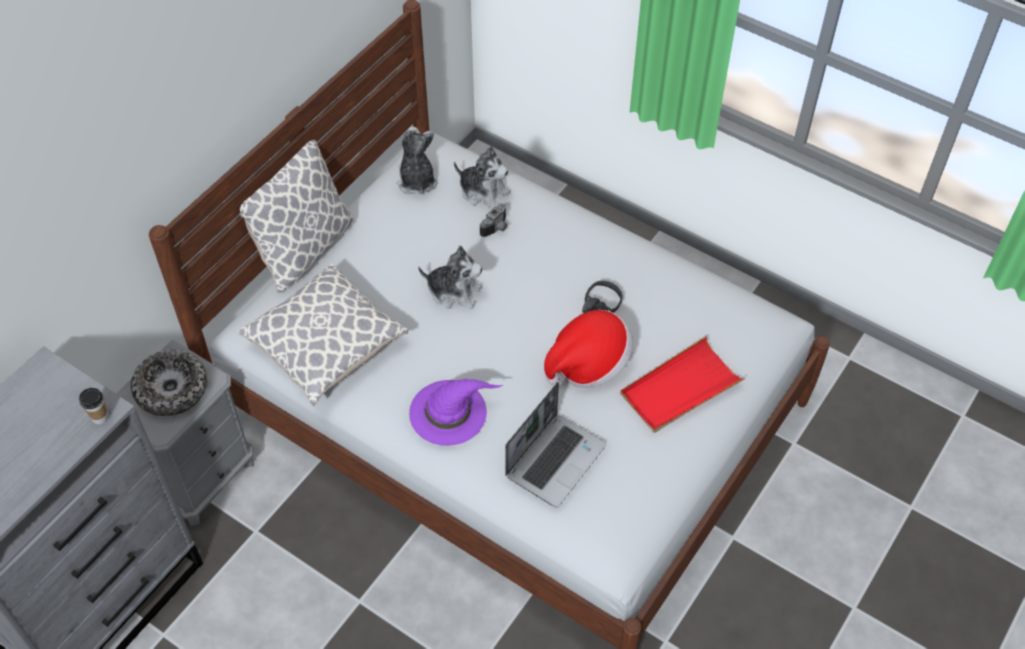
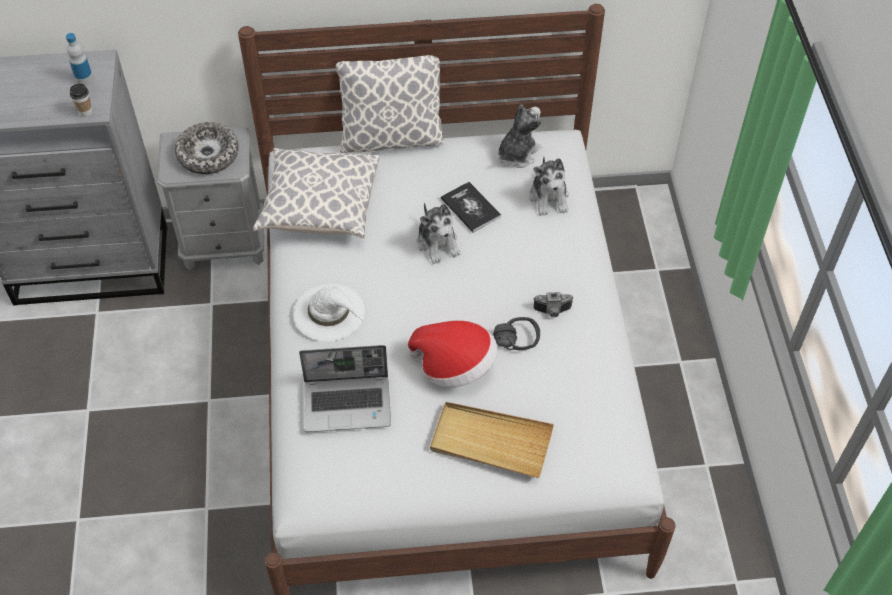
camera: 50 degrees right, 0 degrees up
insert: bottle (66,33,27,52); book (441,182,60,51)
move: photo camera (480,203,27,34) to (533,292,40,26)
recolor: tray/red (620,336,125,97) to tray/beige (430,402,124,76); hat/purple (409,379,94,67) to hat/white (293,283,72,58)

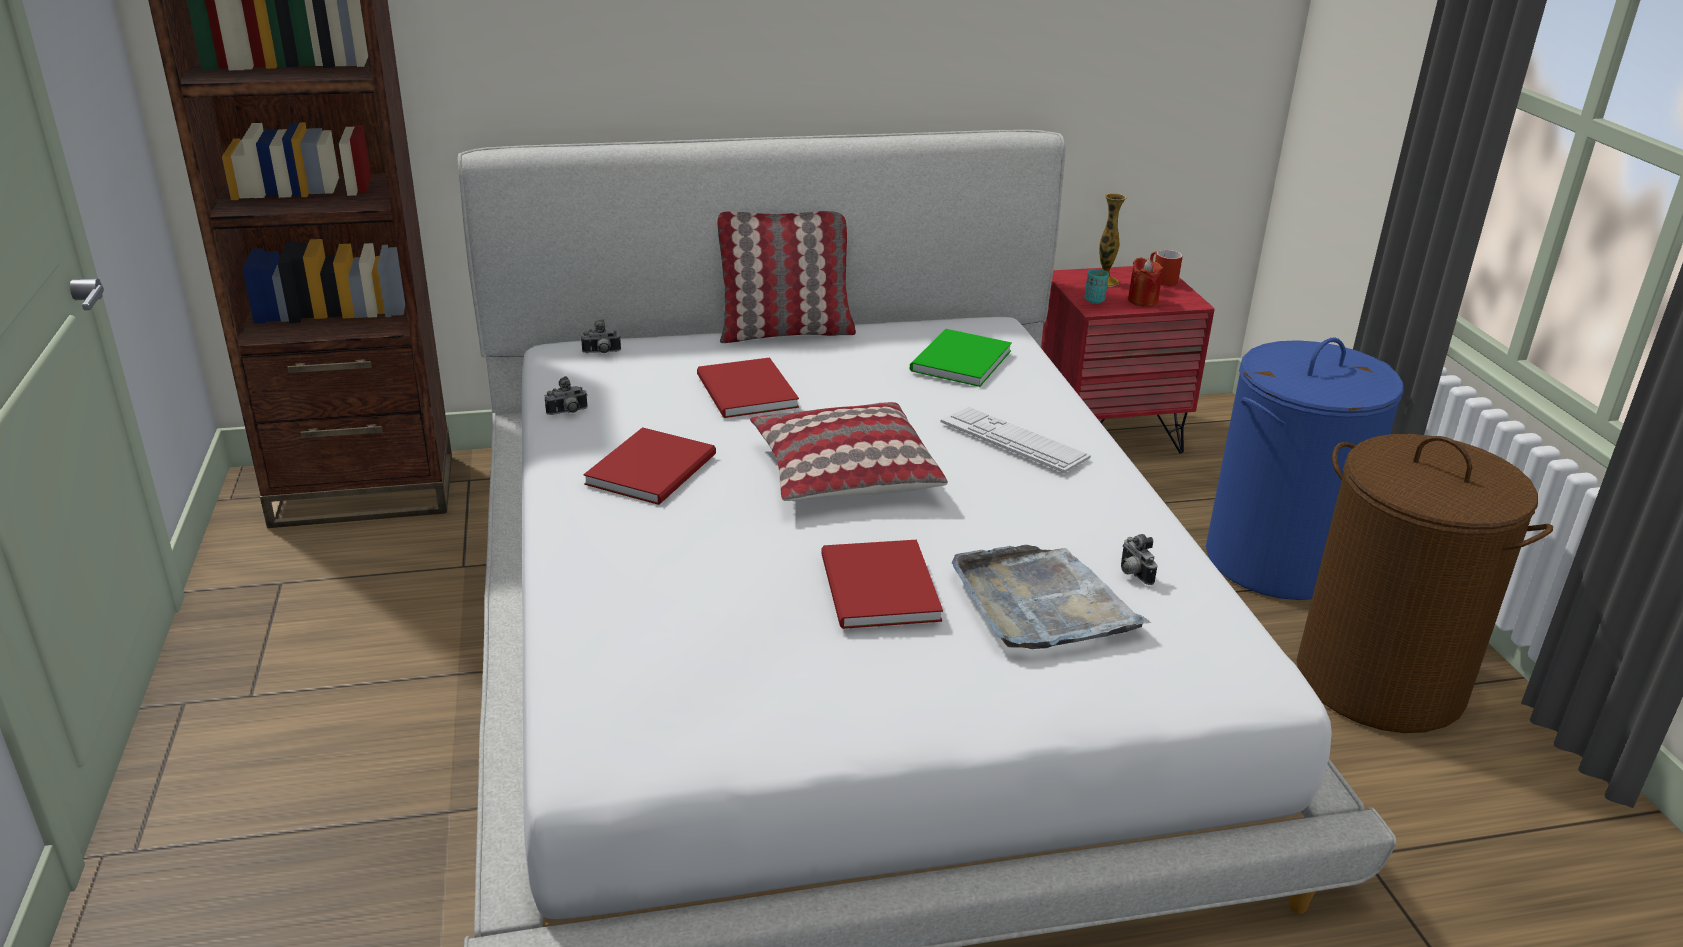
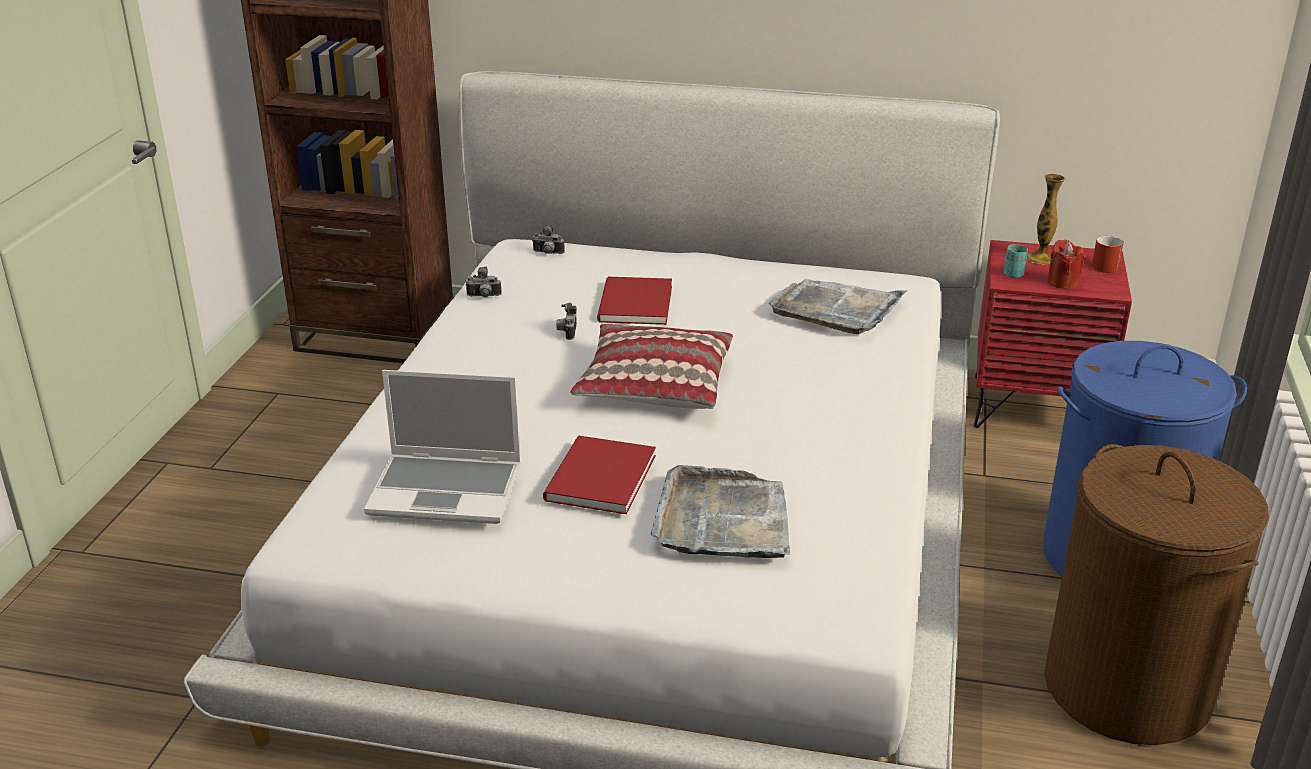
camera: 25 degrees right, 0 degrees up
delete: pillow (718,211,138,132); keyboard (940,407,151,66); book/red (583,427,133,78)
insert: laptop (364,370,157,154)
move: photo camera (1121,534,36,51) to (556,303,21,37)
replace: book/green (910,329,102,58) to tray/grey (768,279,139,56)

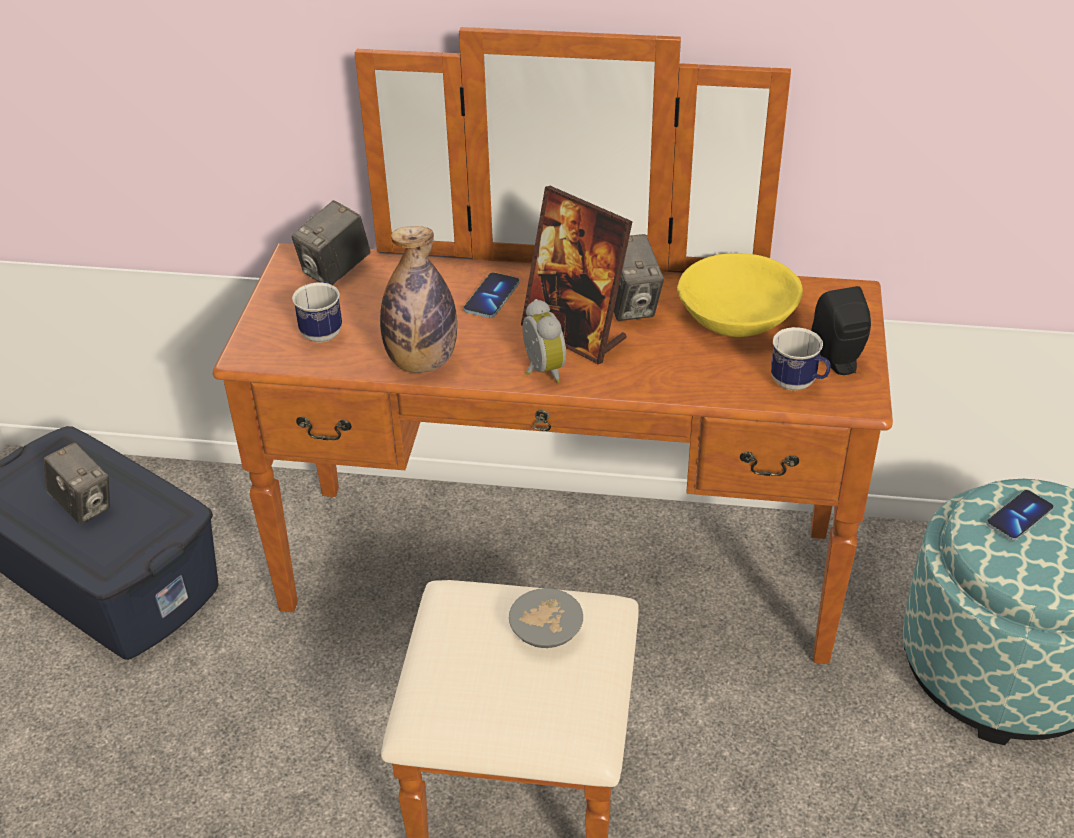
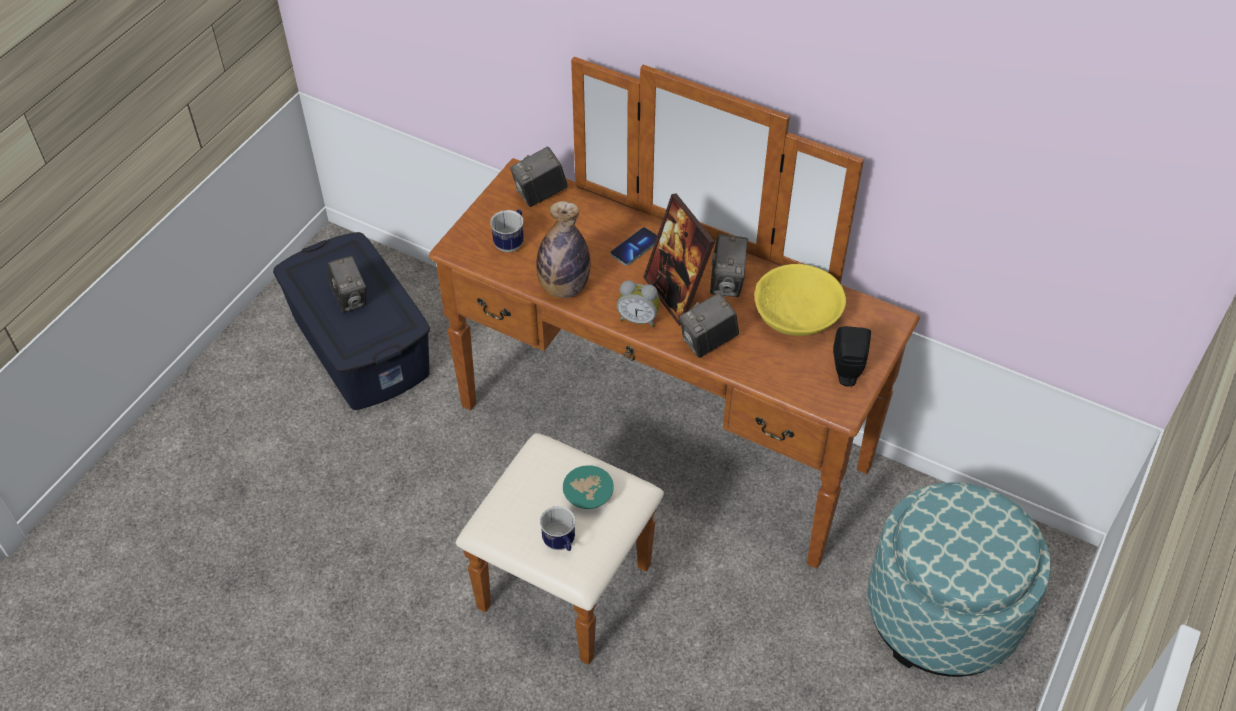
camera: 20 degrees right, 10 degrees up
delete: phone (987,490,67,51)
insert: photo camera (679,292,60,66)
move: mug (771,327,60,64) to (540,506,35,45)
recolor: bowl/grey (509,588,74,60) to bowl/turquoise (563,465,51,44)
rotate: alarm clock (522,299,44,84) = (617,280,43,47) 105 degrees clockwise

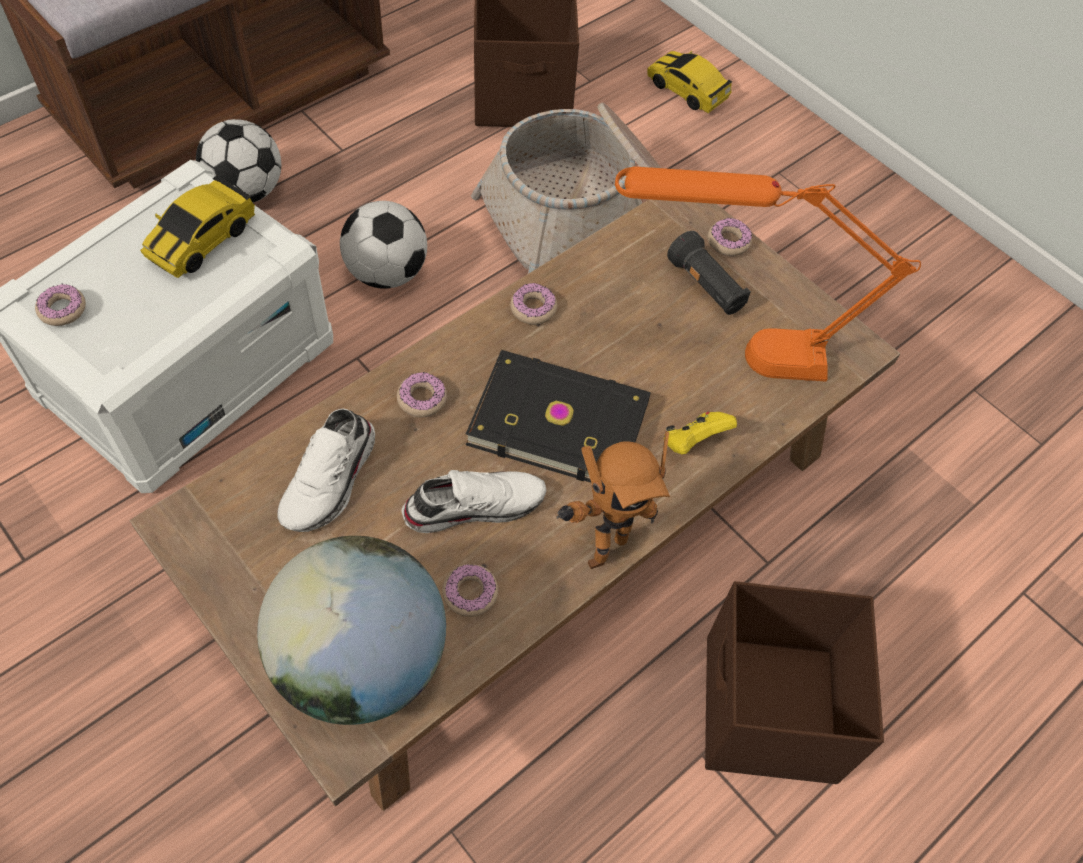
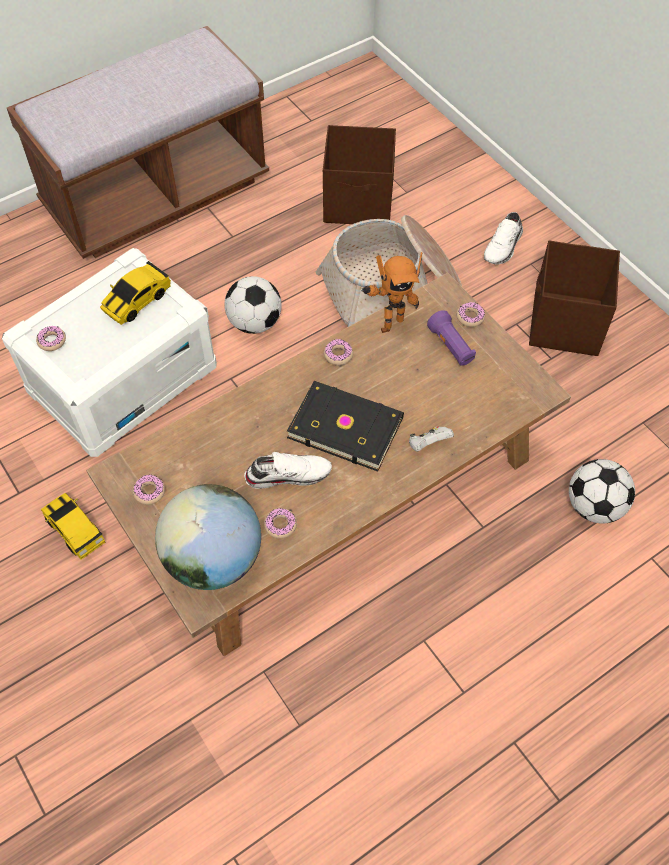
camera: 10 degrees right, 0 degrees up
delete: table lamp/orange (615,167,306,215)
move: toy car (647,51,86,62) to (41,493,64,67); football (196,119,85,84) to (569,459,66,64); donut (397,372,50,45) to (132,475,33,30); shoe/white (277,409,98,123) to (484,212,39,53); toy robot (557,431,113,138) to (361,252,62,81); storage box/brown (705,581,179,203) to (529,240,91,116)
recolor: flashlight/black (667,231,84,84) to flashlight/purple (427,310,49,56); game controller/yellow (664,412,73,42) to game controller/white (409,426,45,25)

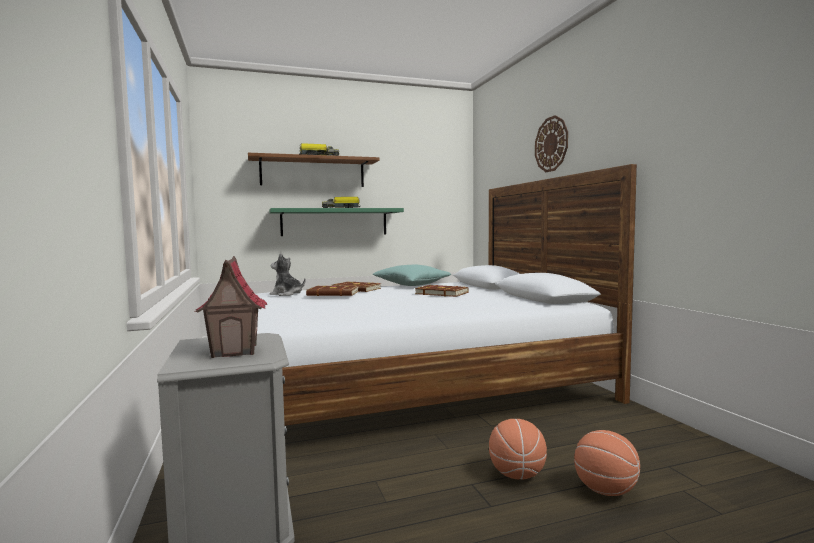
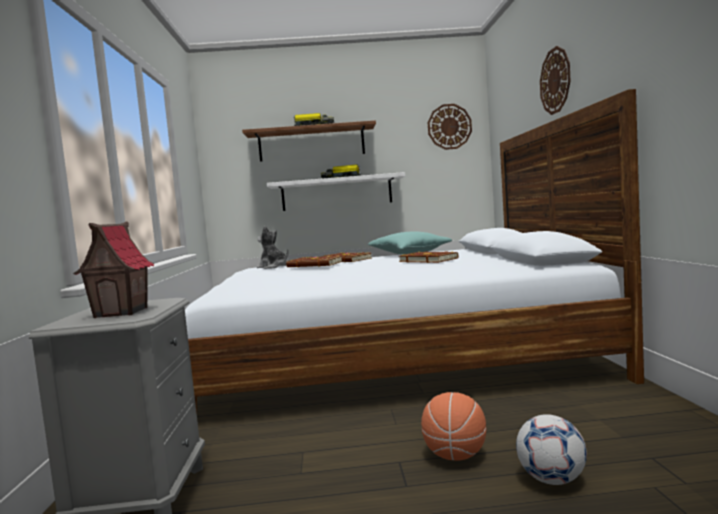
camera: 15 degrees right, 0 degrees up
insert: wall clock (428,104,44,46)
replace: basketball (574,430,66,66) to football (516,414,71,71)
recolor: shelf/green (269,208,135,28) to shelf/white (267,172,138,39)

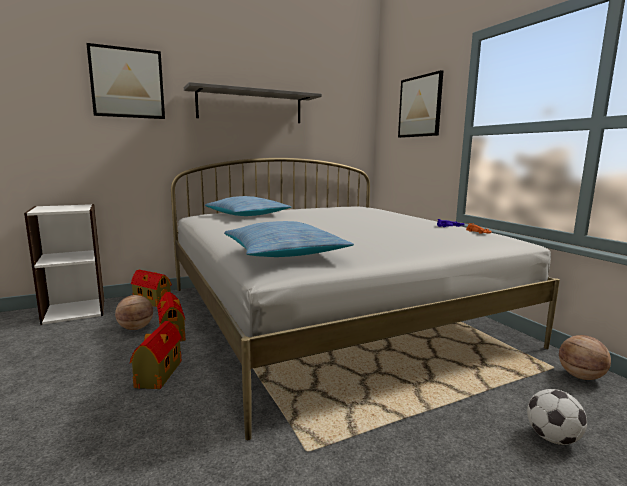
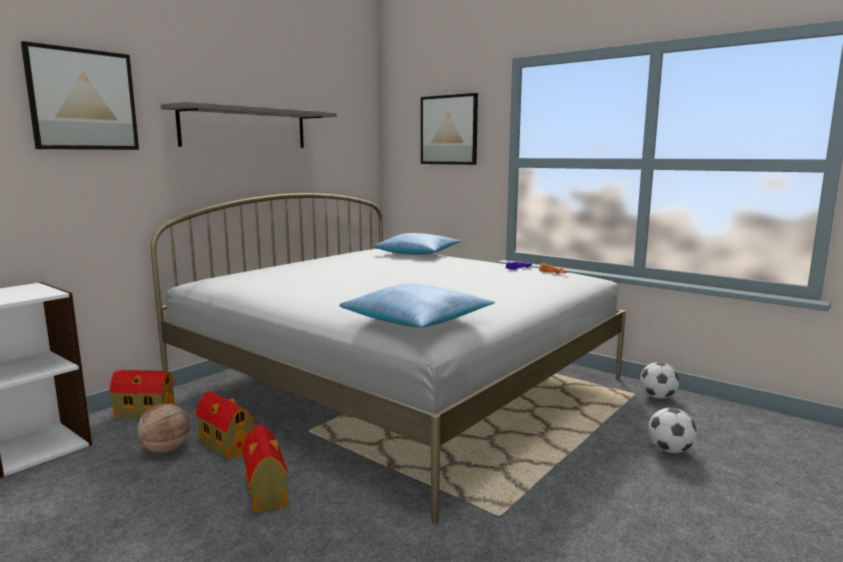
camera: 25 degrees left, 0 degrees up
move: pillow (205,196,87,20) to (373,233,88,22)
replace: basketball (559,335,52,45) to football (640,362,39,37)

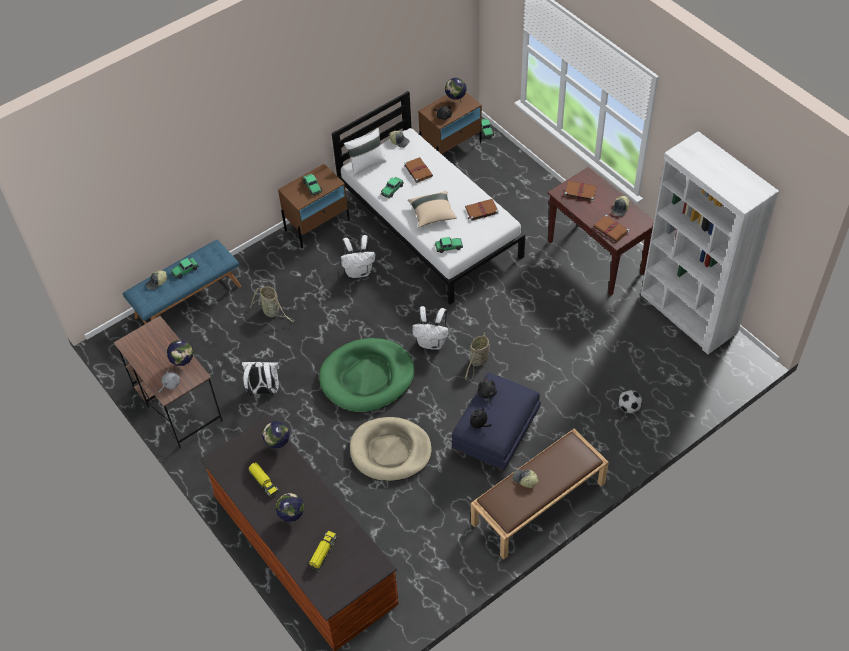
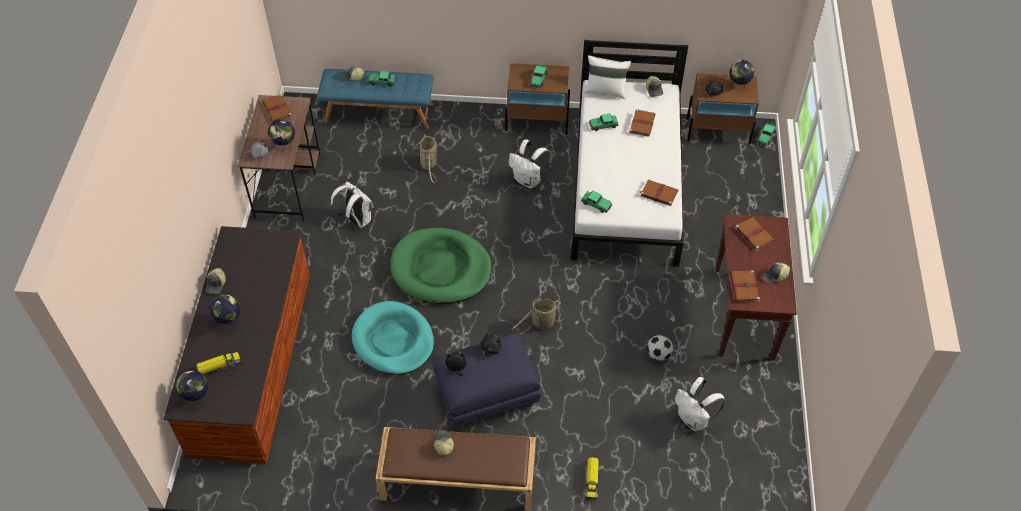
camera: 40 degrees right, 0 degrees up
delete: bookcase/white (641,131,138,223); pillow/beige (408,191,49,37)
insert: book/brown (263,94,29,28); cap (206,268,20,26)
move: backpack/white (412,306,37,44) to (675,377,50,54); football (618,390,24,23) to (647,335,26,26); globe (262,421,28,30) to (176,370,32,34); toy truck (249,462,30,35) to (585,457,14,43)
recolor: dog bed/beige (350,417,82,64) to dog bed/turquoise (352,301,82,74)

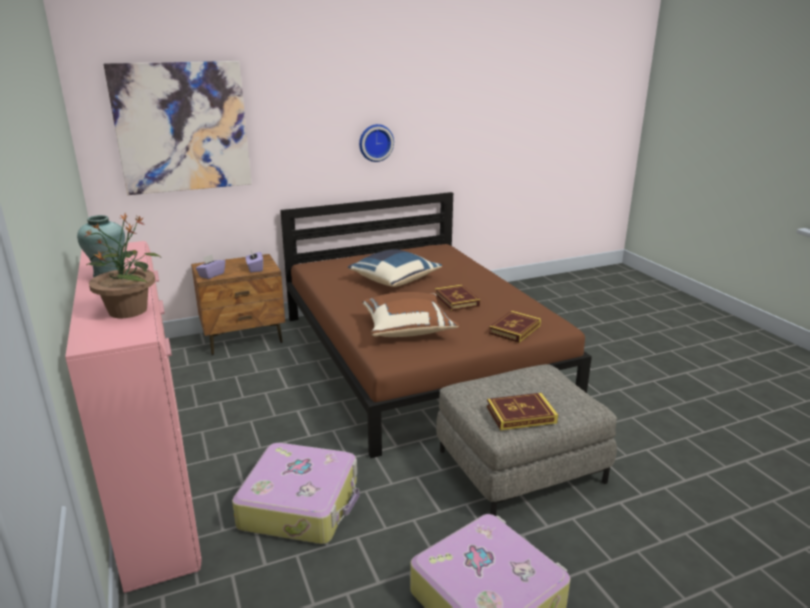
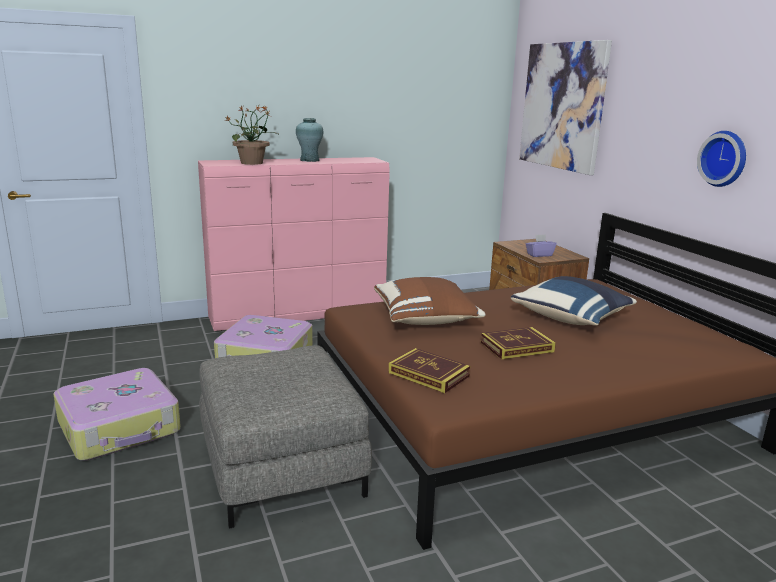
camera: 90 degrees right, 5 degrees down
delete: tissue box/purple (196,254,29,25); book (487,393,71,38)

